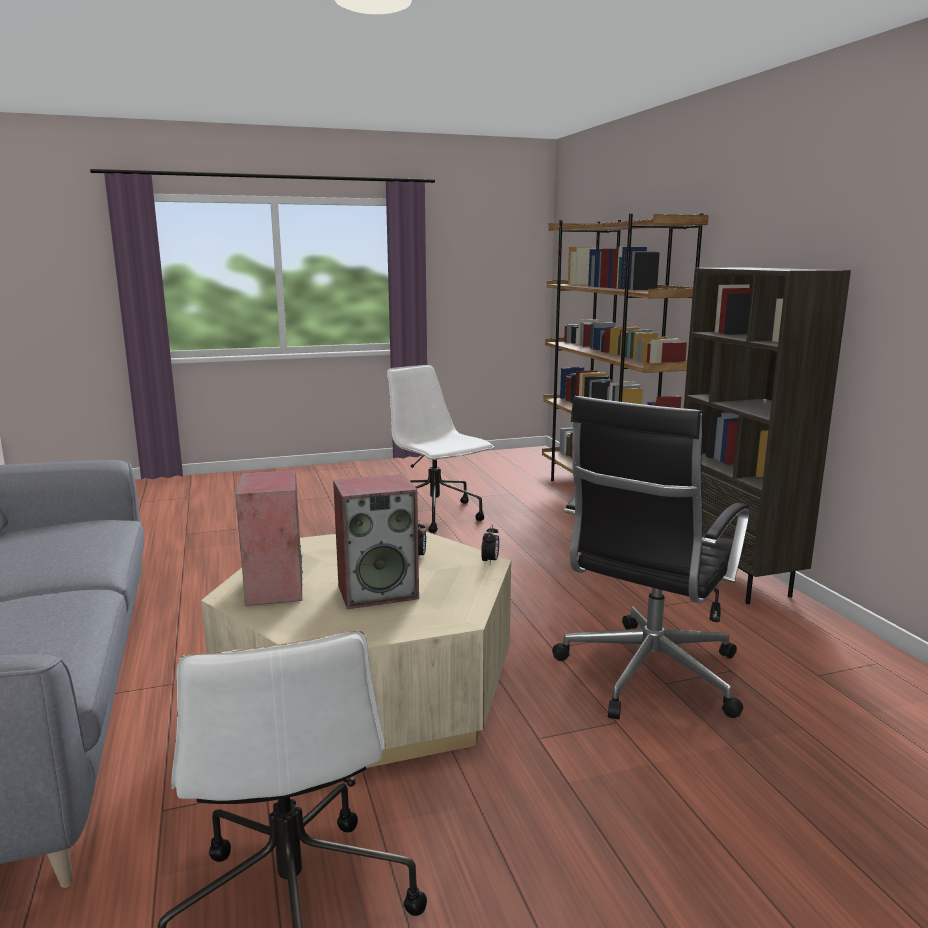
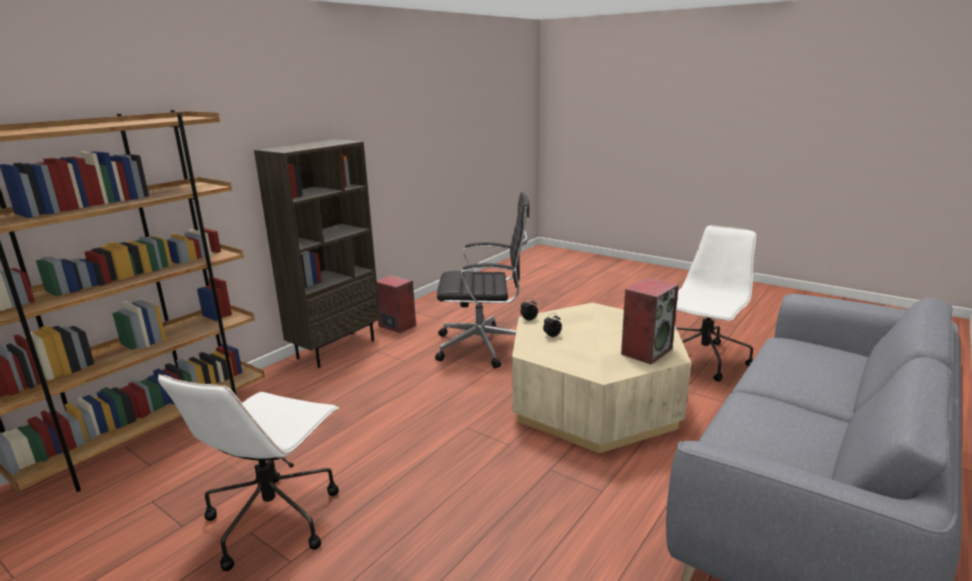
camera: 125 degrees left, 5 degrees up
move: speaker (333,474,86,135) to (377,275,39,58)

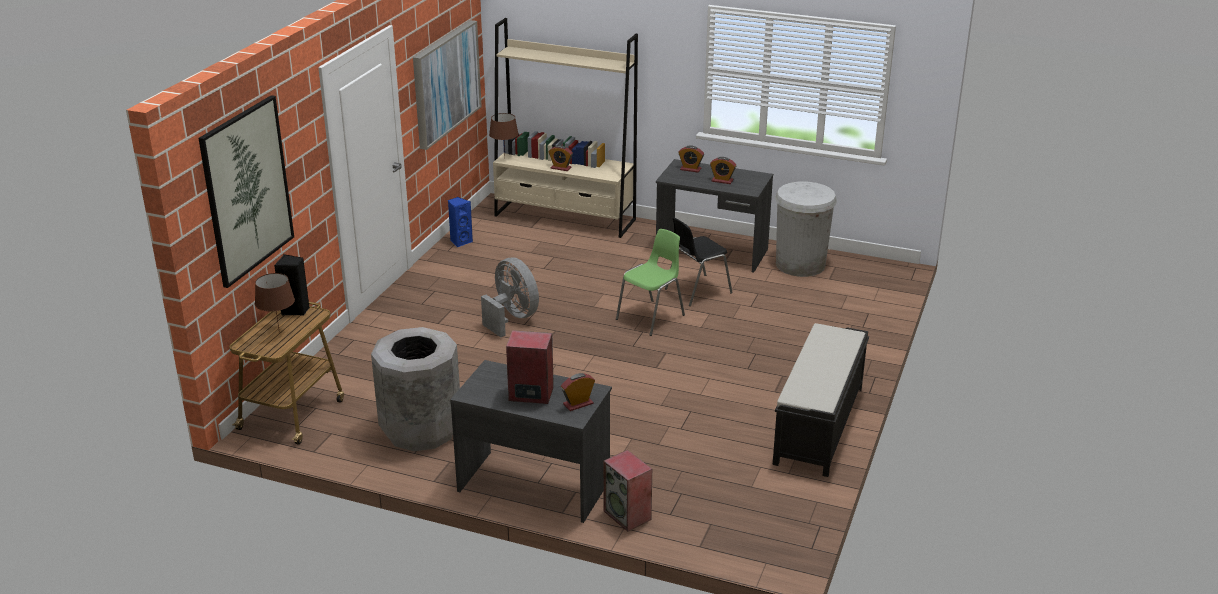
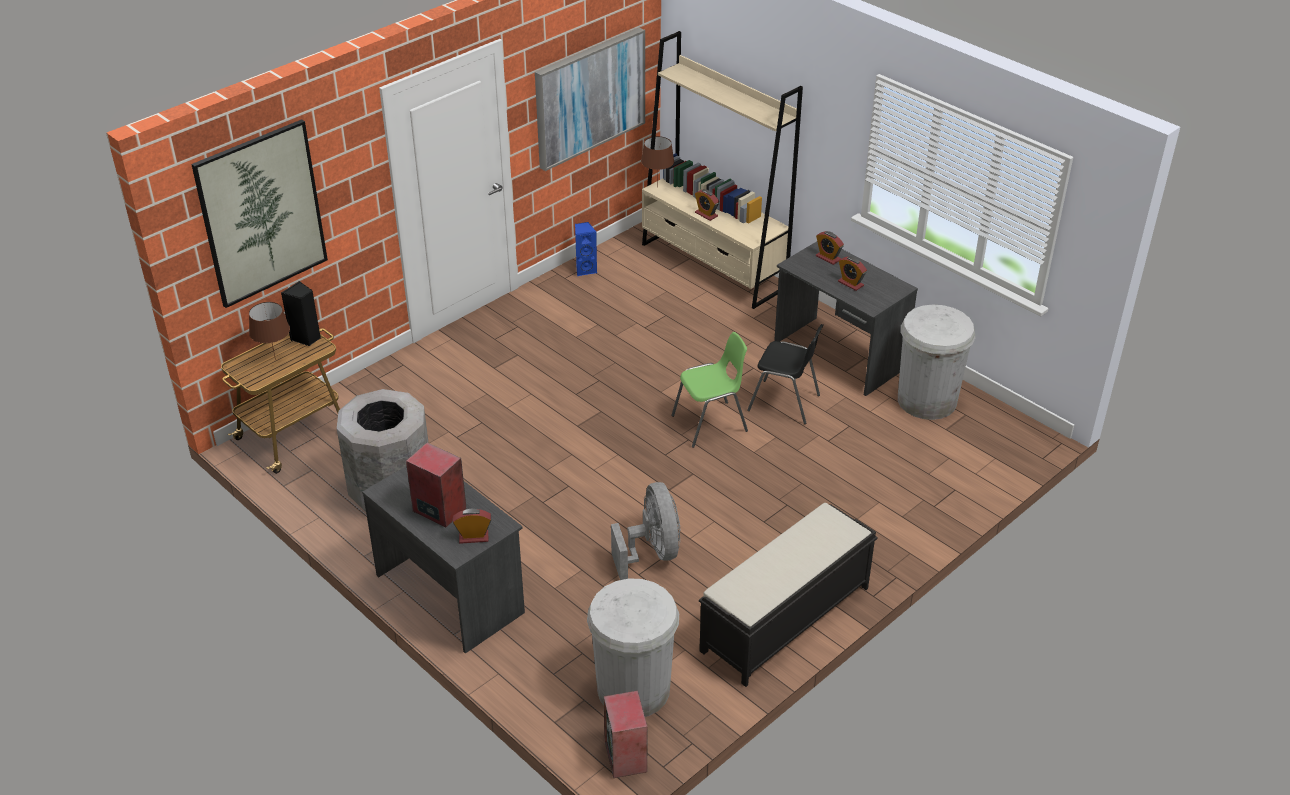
camera: 25 degrees right, 10 degrees up
insert: trash can/white (587,578,92,139)
move: fan/grey (481,257,58,80) to (611,482,69,98); speaker (603,450,49,82) to (603,690,44,88)
rotate: chair/black (665,217,68,89) = (747,324,77,100) 150 degrees counterclockwise

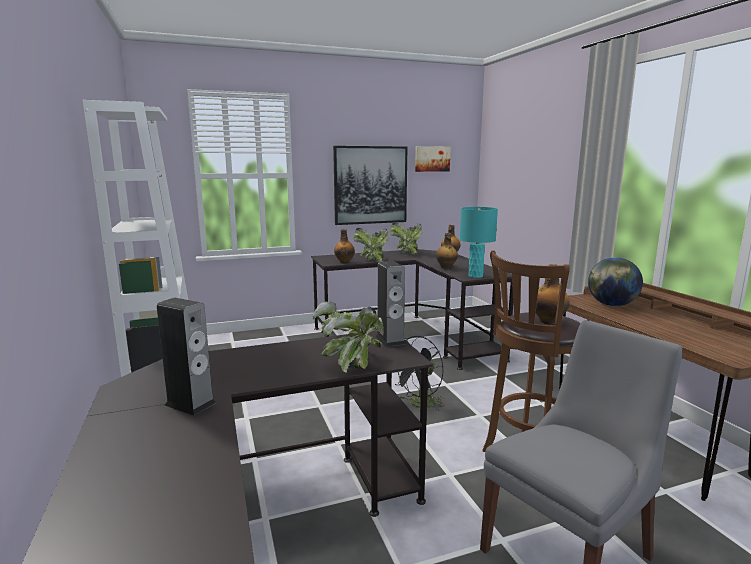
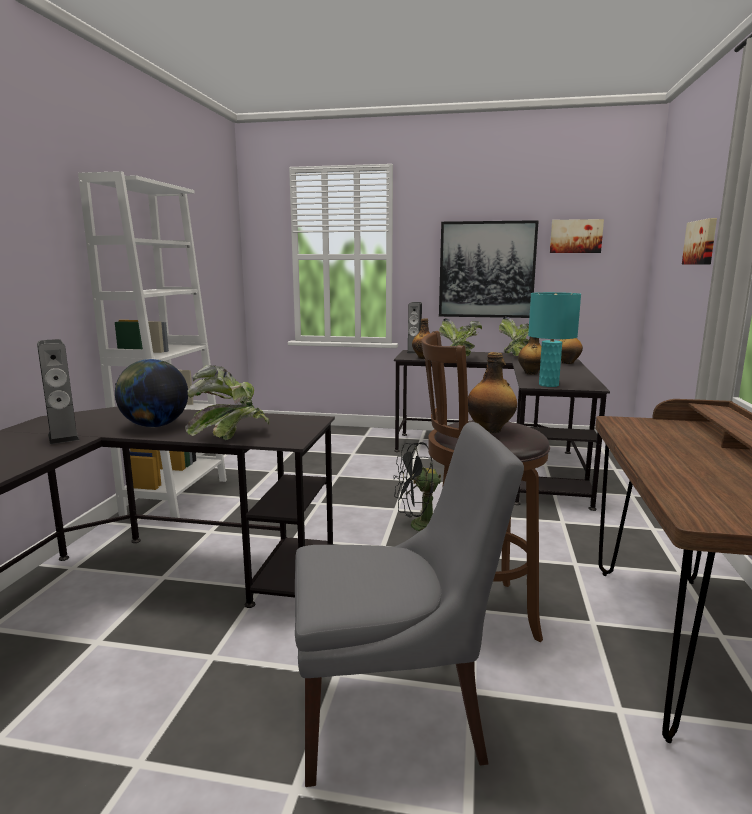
camera: 30 degrees right, 0 degrees up
insert: picture (682,218,35,46)
move: globe (588,257,55,49) to (115,359,73,68); speaker (376,261,30,86) to (407,302,15,52)

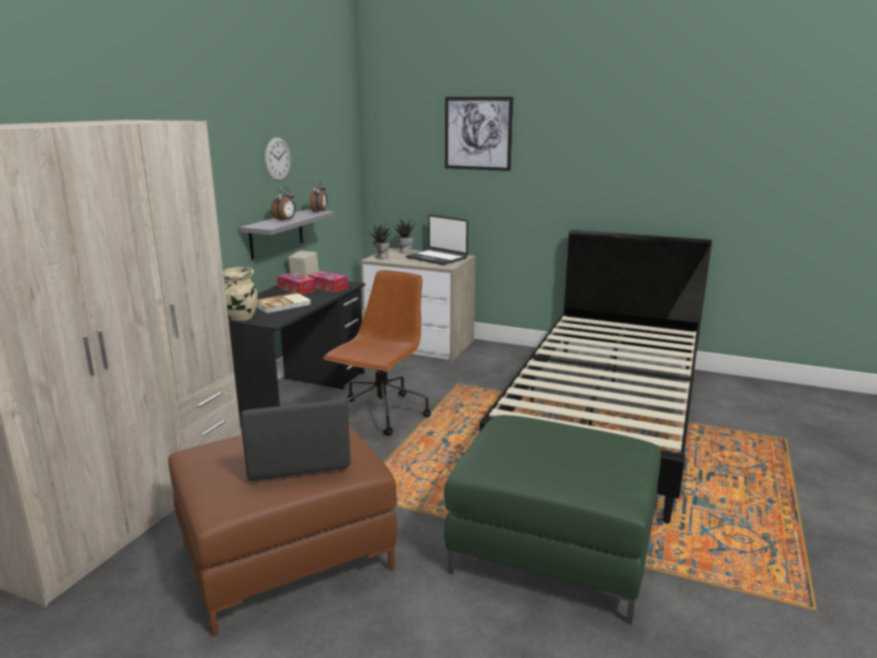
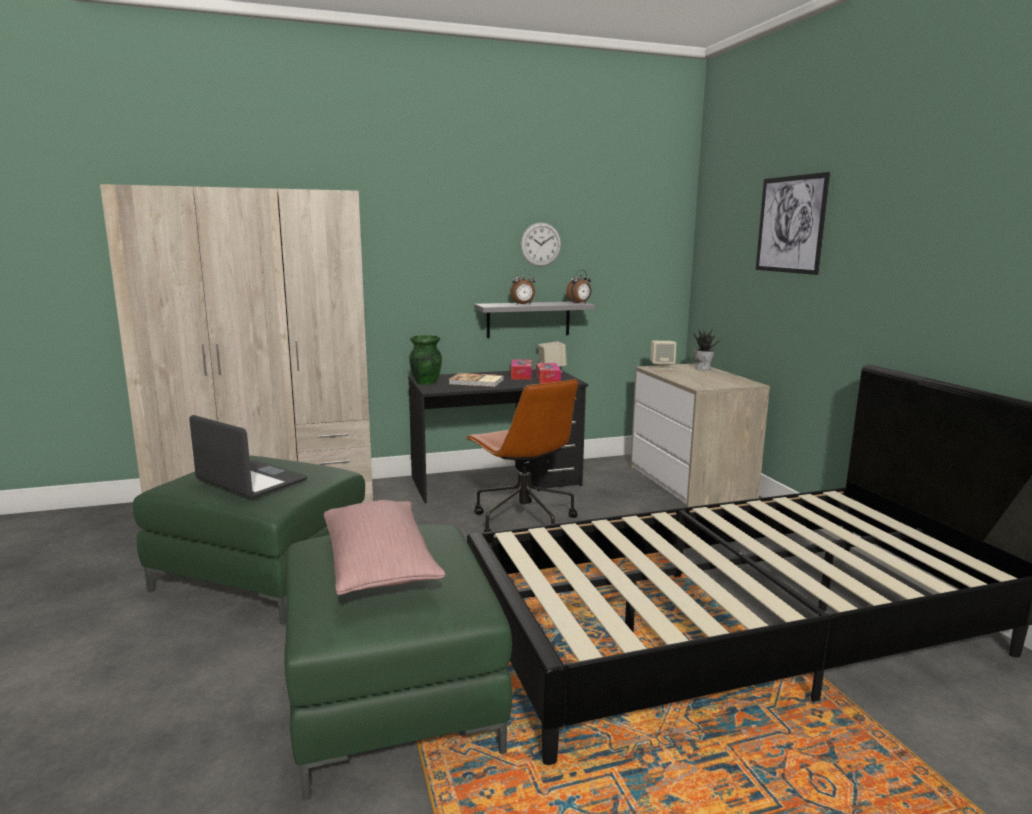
camera: 50 degrees right, 5 degrees down
delete: laptop (406,215,62,50)
insert: pillow/pink (324,500,121,95)
replace: potted plant (368,221,24,38) to speaker/beige (651,341,26,29)
recolor: vase/beige (223,267,35,54) to vase/green (409,335,33,50); ottoman/brown (168,426,229,211) to ottoman/green (133,455,232,170)
rotate: office chair/brown (324,270,107,166) = (465,379,113,154) 75 degrees clockwise

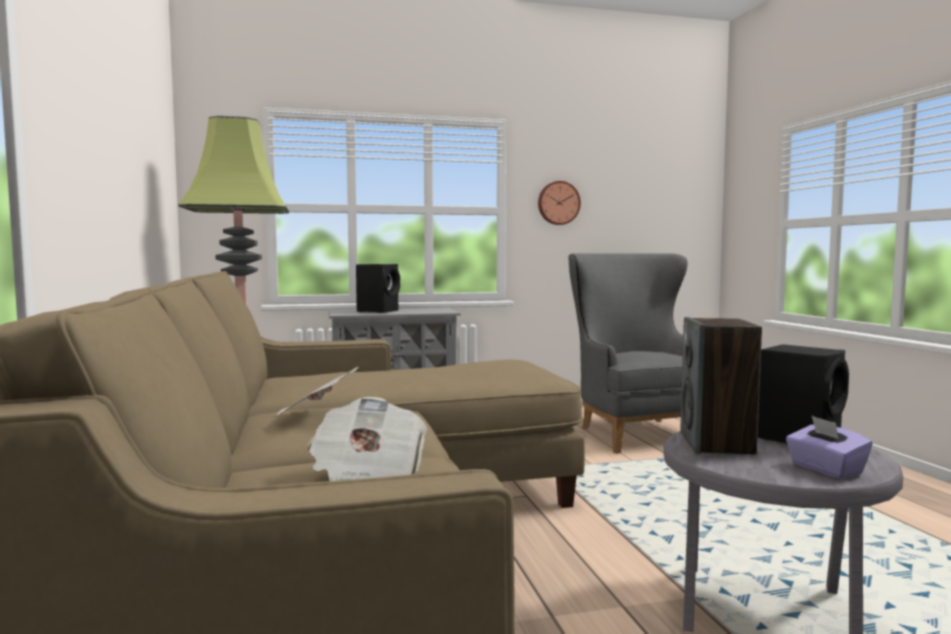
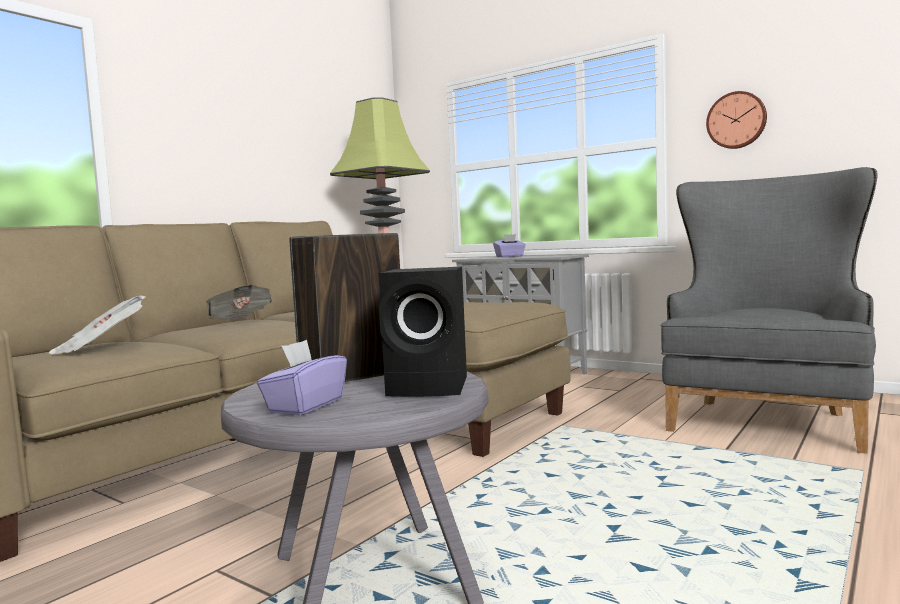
camera: 50 degrees right, 0 degrees up
replace: speaker/black (356,264,44,49) to tissue box/purple (493,234,33,23)

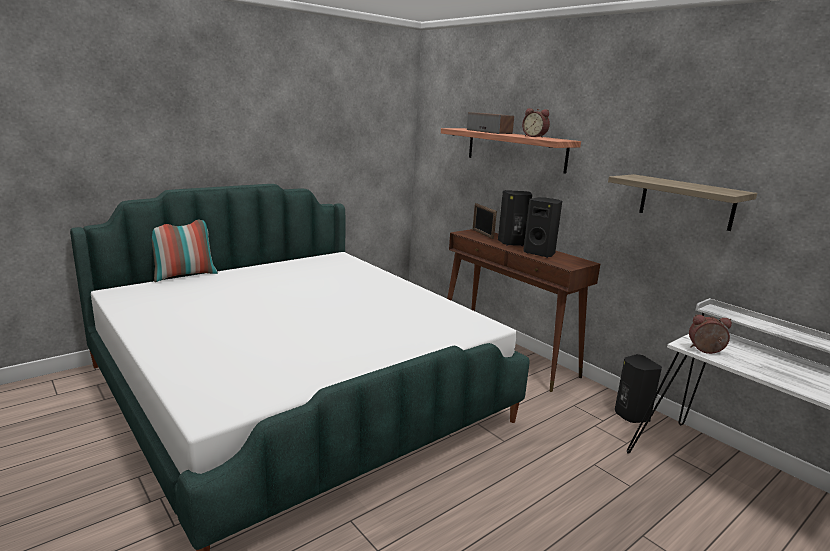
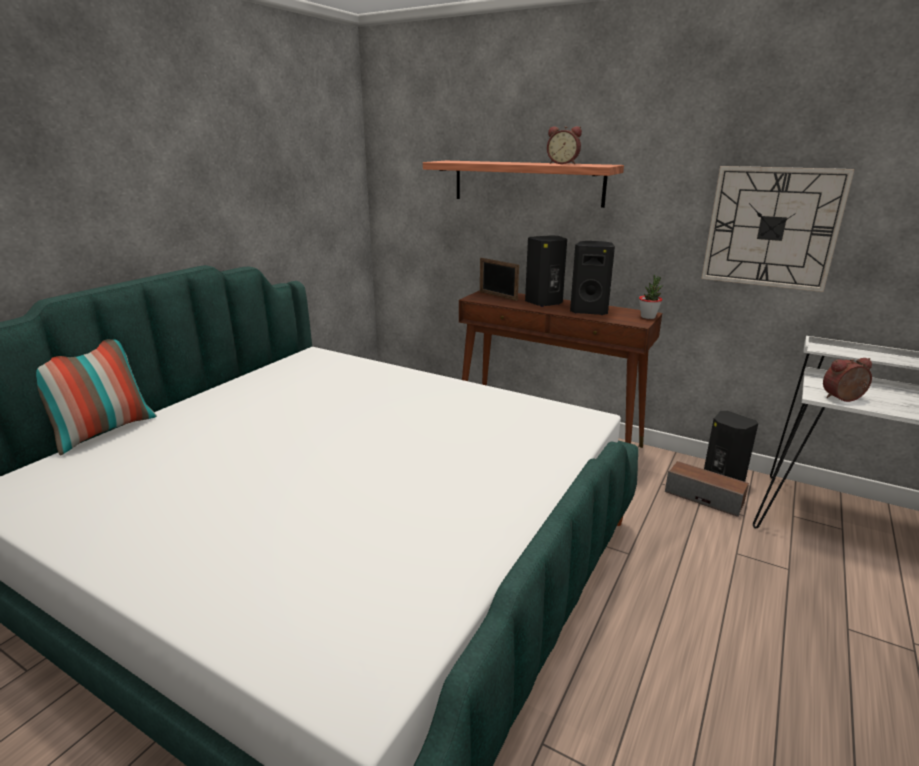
camera: 20 degrees left, 5 degrees up
insert: potted plant (639,275,25,44)
move: speaker (467,112,47,22) to (665,461,84,56)
replace: shelf (608,174,149,57) to wall clock (701,166,154,126)

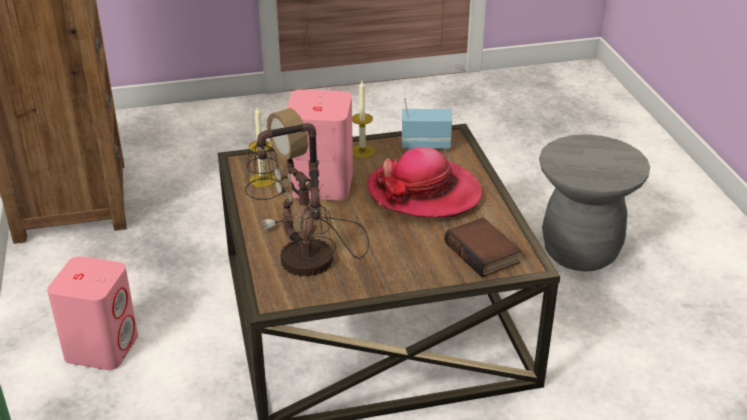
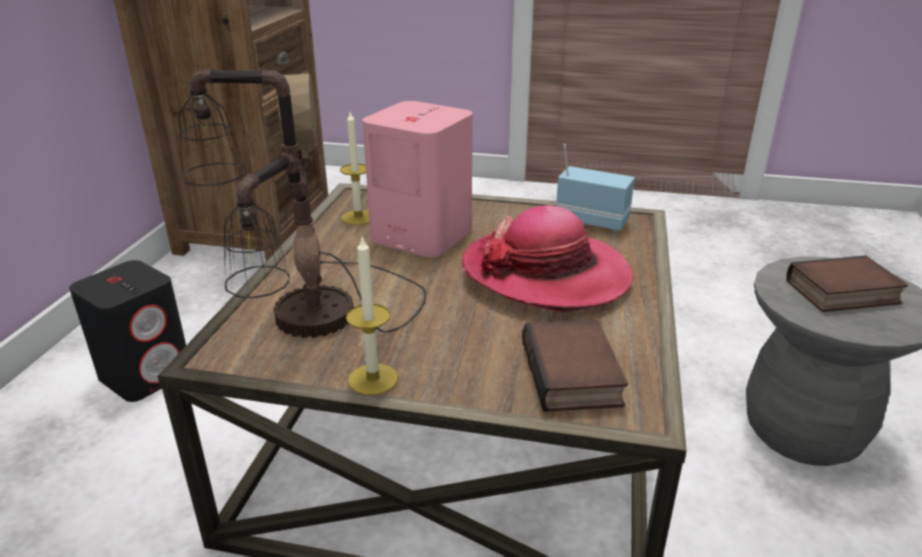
camera: 25 degrees right, 5 degrees down
insert: book (787,256,121,56)
move: candle (352,81,23,77) to (346,237,52,158)
recolor: speaker/pink (47,256,91,114) to speaker/black (69,260,117,142)

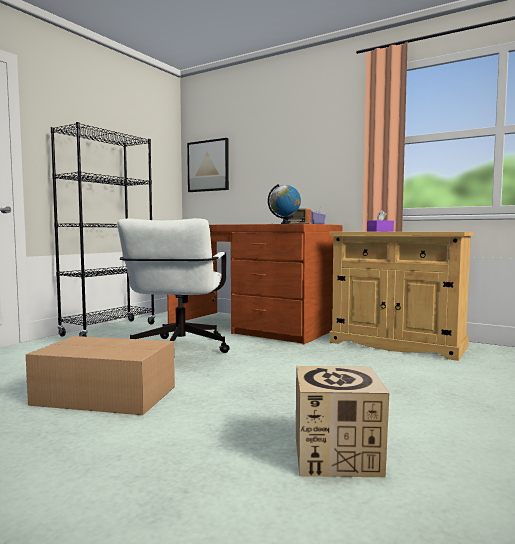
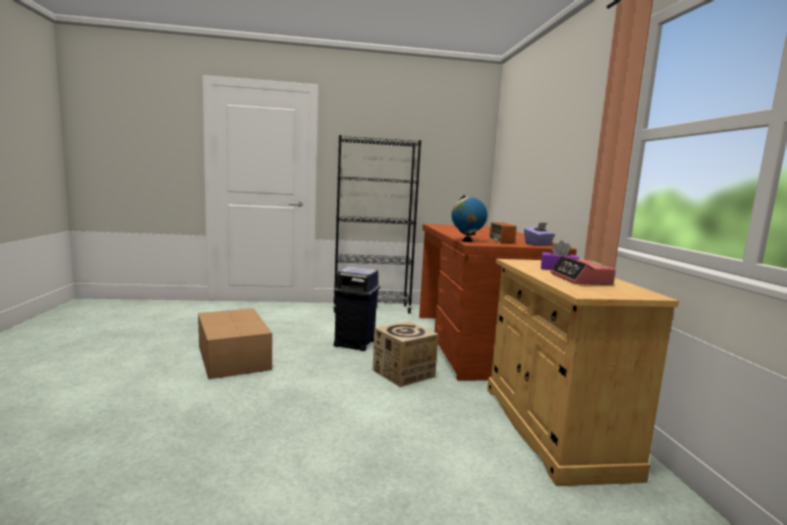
camera: 50 degrees right, 5 degrees up
delete: picture (187,138,42,54)
insert: alarm clock (550,255,66,30)
move: cardboard box (296,366,93,111) to (373,321,66,66)
replace: office chair/white (117,218,112,135) to trash can/blue (333,266,47,85)

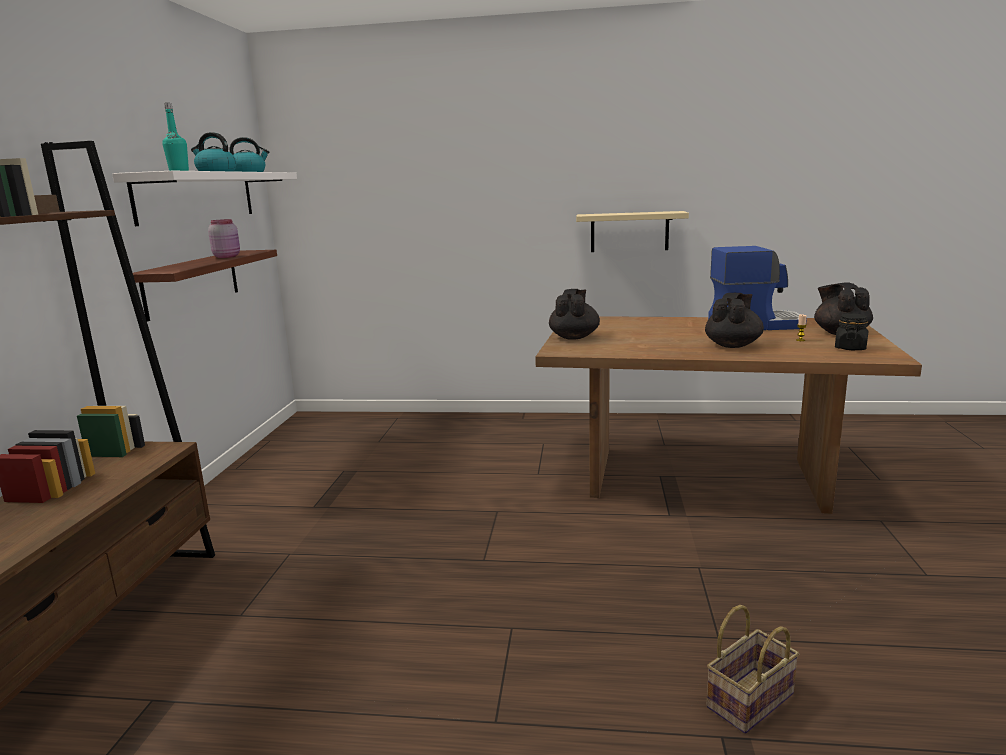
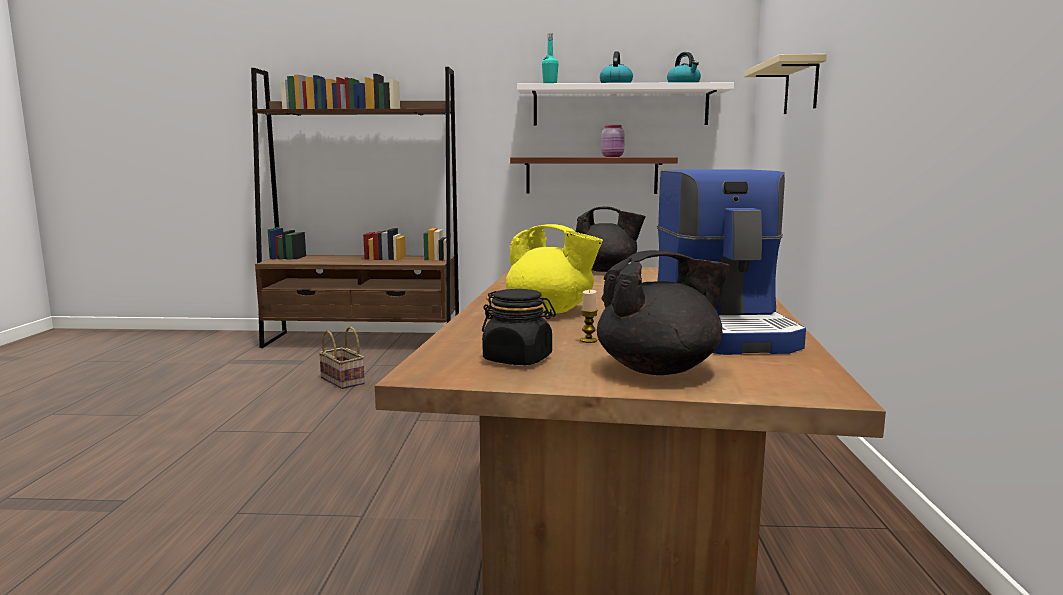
camera: 85 degrees right, 5 degrees down
move: shelf/beige (576,211,113,41) to (744,54,83,60); basket (706,605,93,129) to (319,326,46,63)
recolor: teapot/black (705,293,59,55) to teapot/yellow (506,224,97,89)

